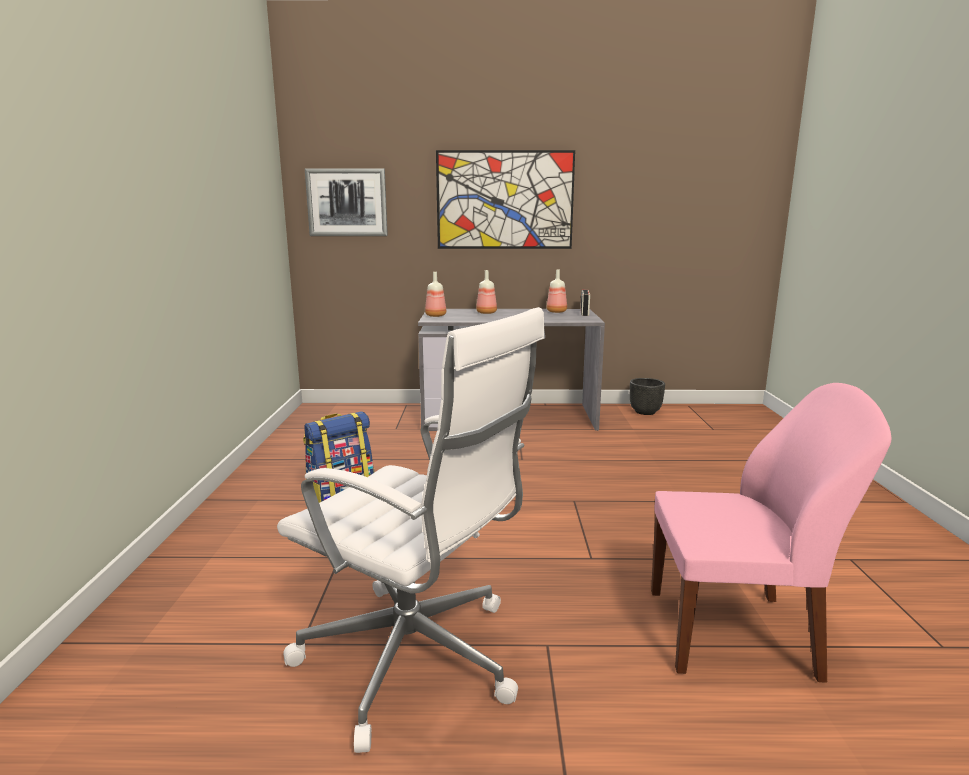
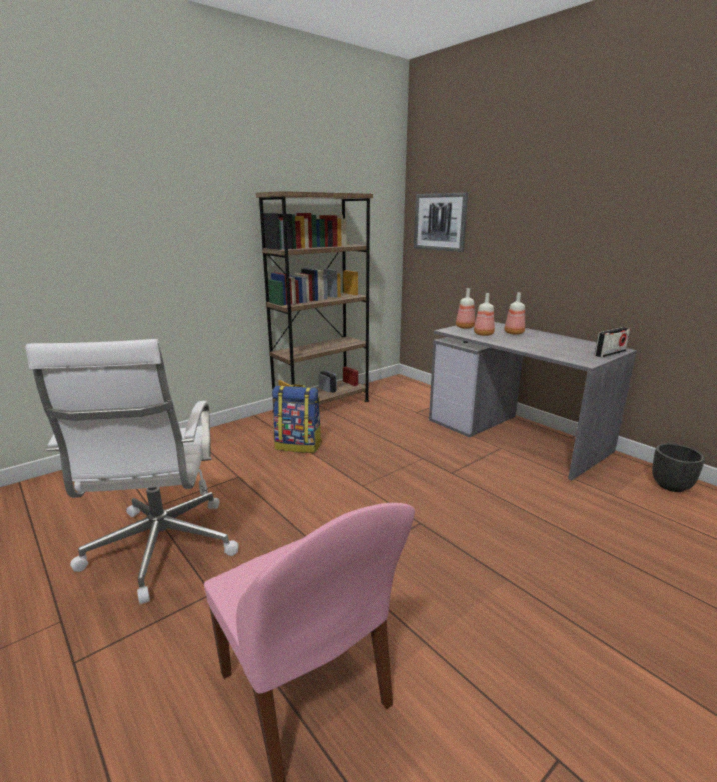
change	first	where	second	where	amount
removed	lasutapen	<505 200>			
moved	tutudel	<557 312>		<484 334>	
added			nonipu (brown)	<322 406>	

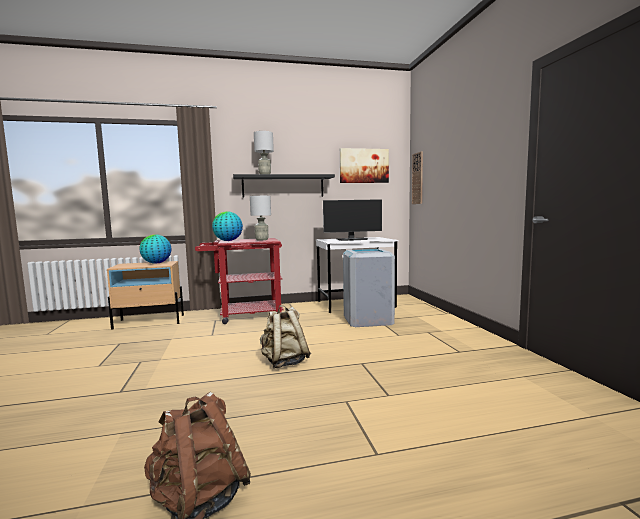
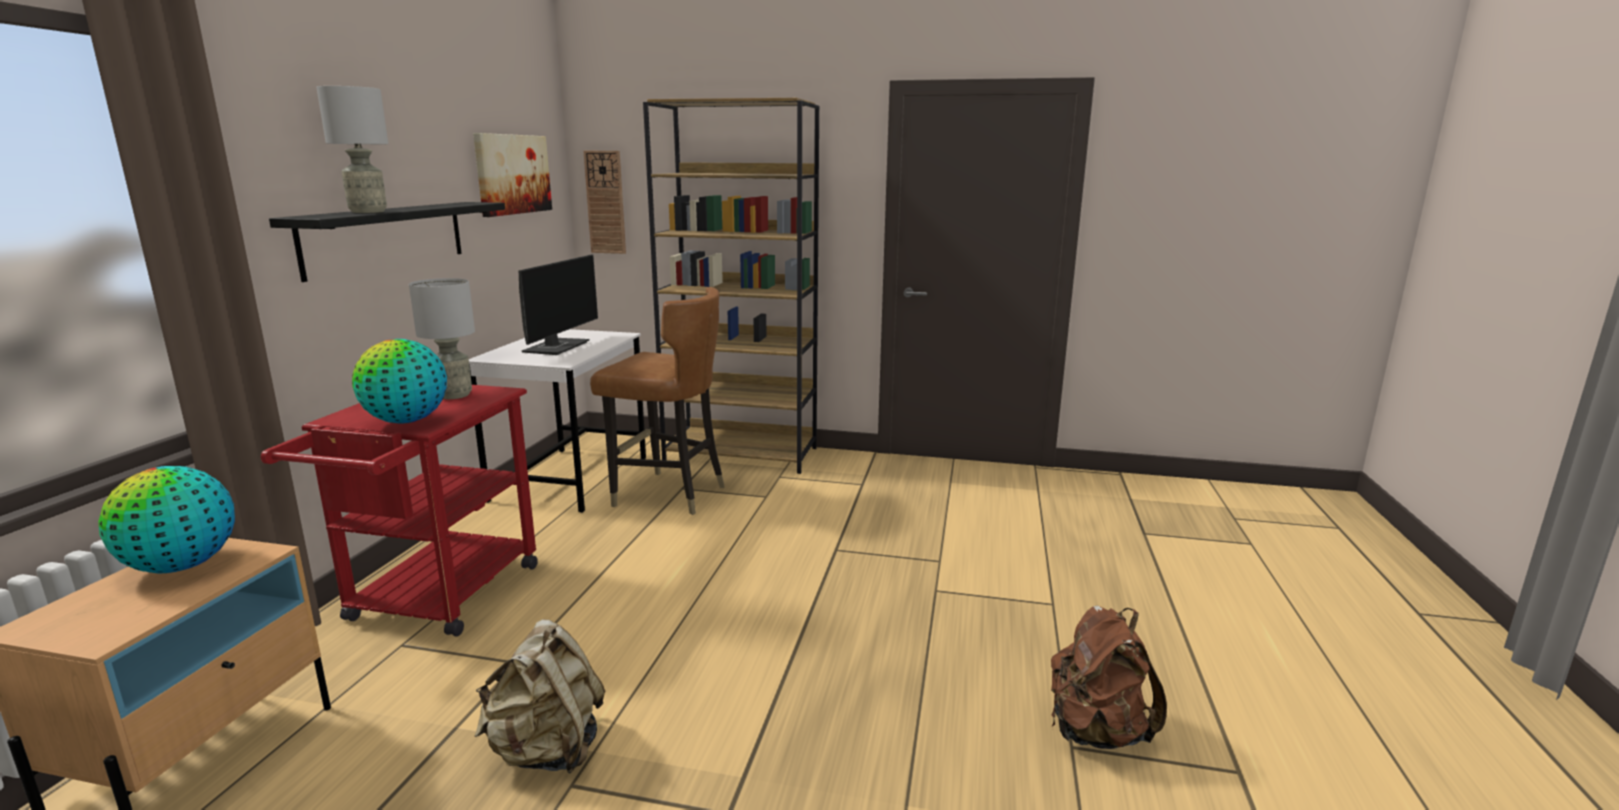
change	first	where	second	where	amount
moved	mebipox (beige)	<284 362>		<547 750>	
replaced	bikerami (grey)	<368 319>	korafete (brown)	<668 494>	
added			nonipu (brown)	<742 454>	

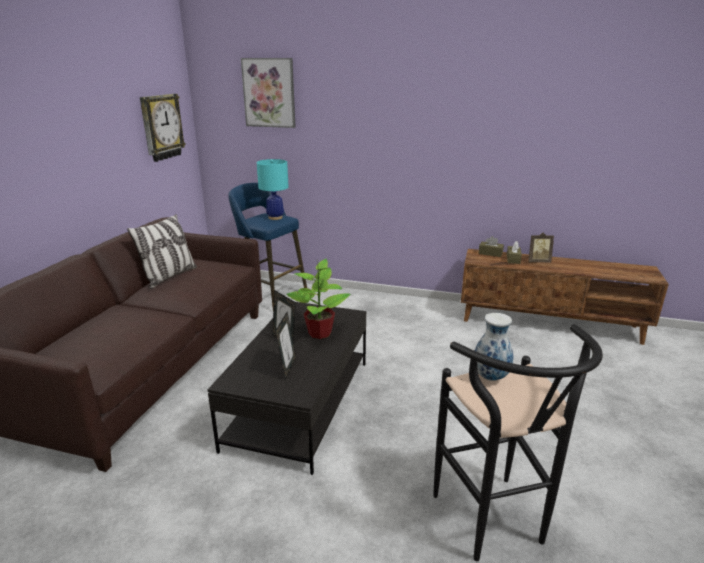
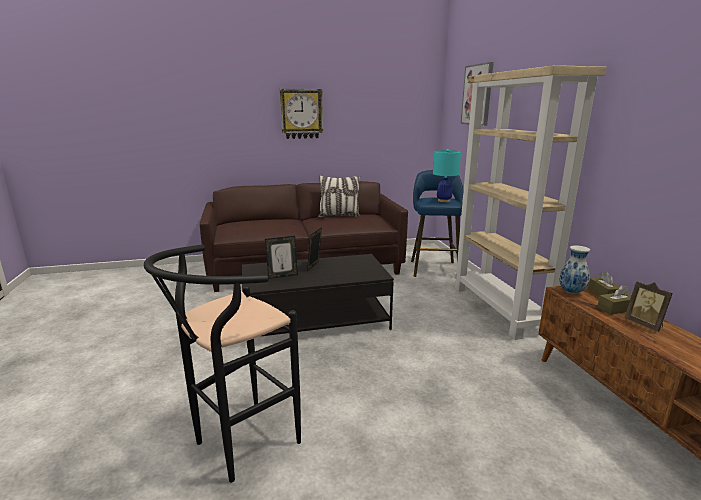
change	first	where	second	where	amount
moved	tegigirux	<161 127>		<301 114>	
removed	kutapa	<320 333>			
moved	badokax	<490 376>		<572 292>	
added			nonipu (beige)	<499 309>	

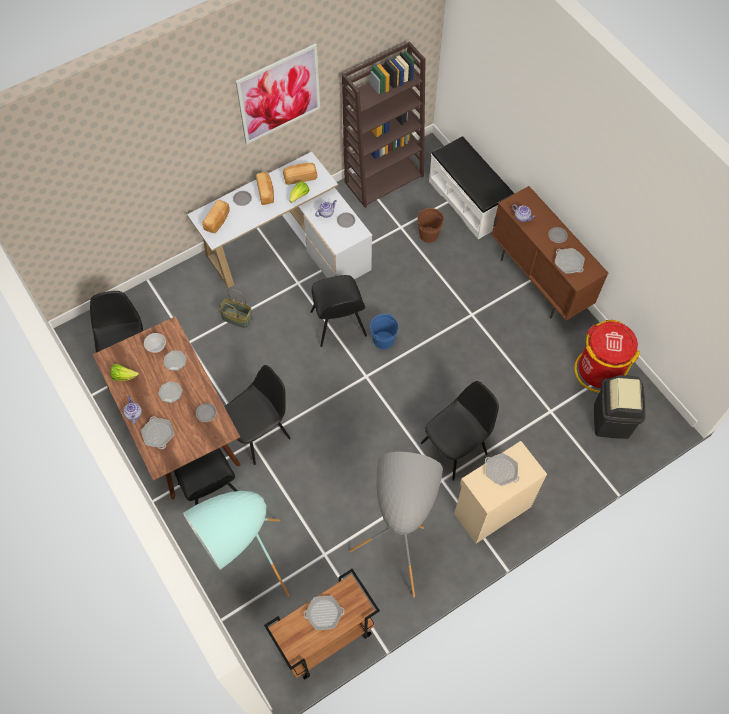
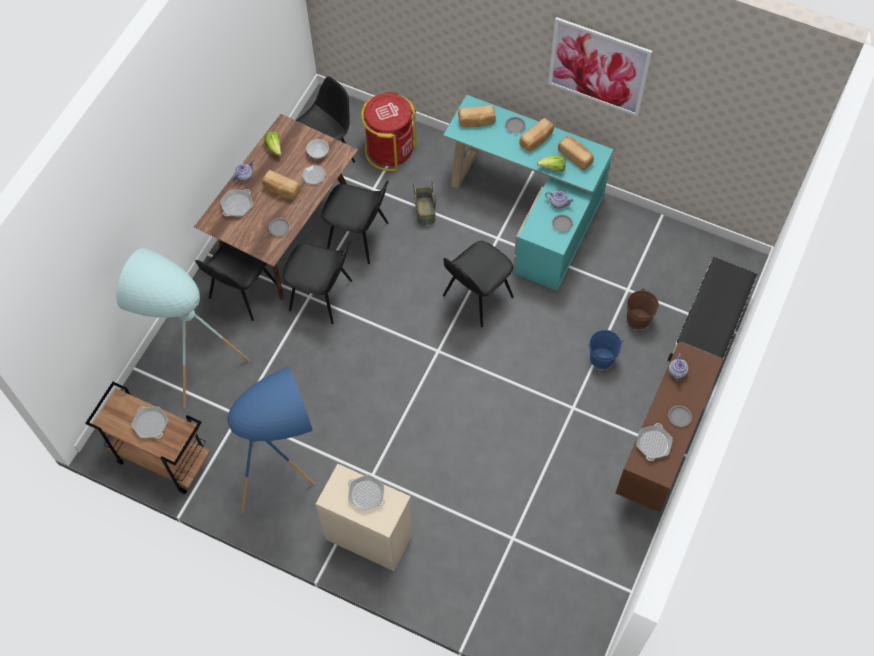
change	first	where	second	where	amount
replaced	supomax	<170 392>	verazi	<281 190>	
recoloured	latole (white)	<289 248>	latole (turquoise)	<531 209>	
removed	nonipu (brown)	<384 178>			
recoloured	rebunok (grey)	<398 543>	rebunok (blue)	<286 471>	
moved	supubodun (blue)	<383 340>		<602 358>	
moved	korafete (black)	<455 447>		<359 237>	
turned	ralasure	<501 471>		<366 494>	120 degrees clockwise
moved	bikerami (red)	<598 371>		<389 149>	
removed	bikerami (black)	<611 420>			

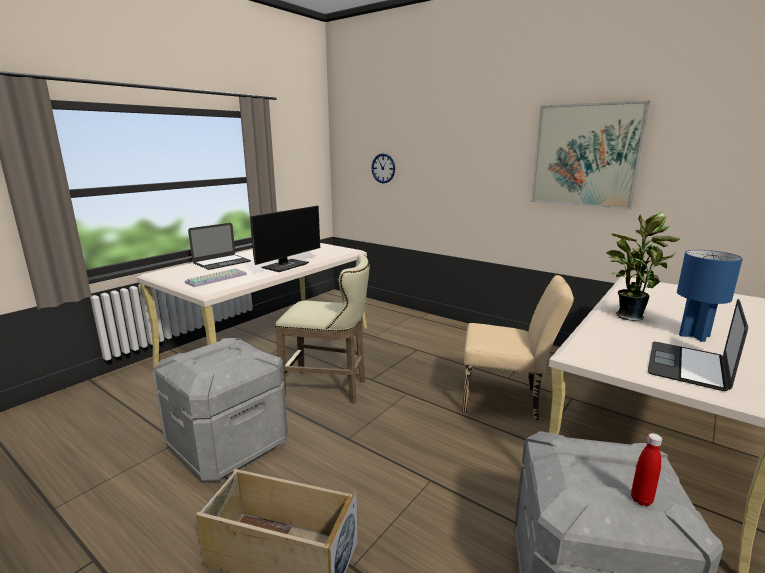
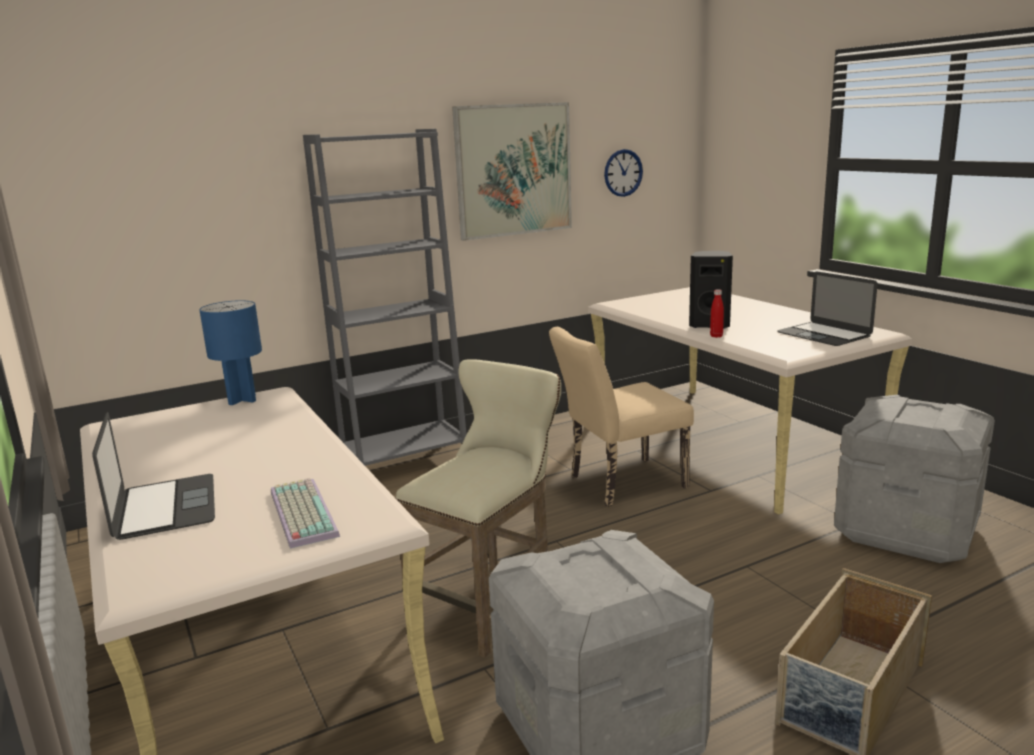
change	first	where	second	where	amount
removed	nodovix	<286 265>			
moved	tegigirux	<383 168>		<623 173>	
turned	korafete (beige)	<507 401>		<619 483>	150 degrees counterclockwise
replaced	kutapa	<628 316>	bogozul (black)	<709 325>	
moved	tutudel (red)	<641 500>		<716 336>	
moved	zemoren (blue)	<694 336>		<242 400>	
added			nonipu (grey)	<405 465>	

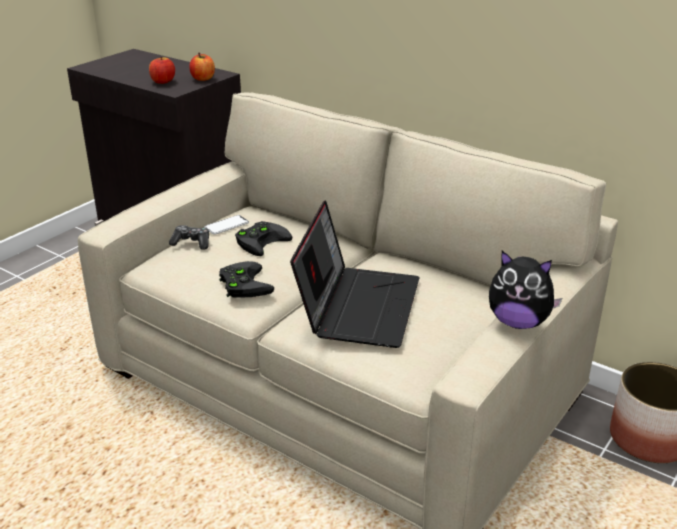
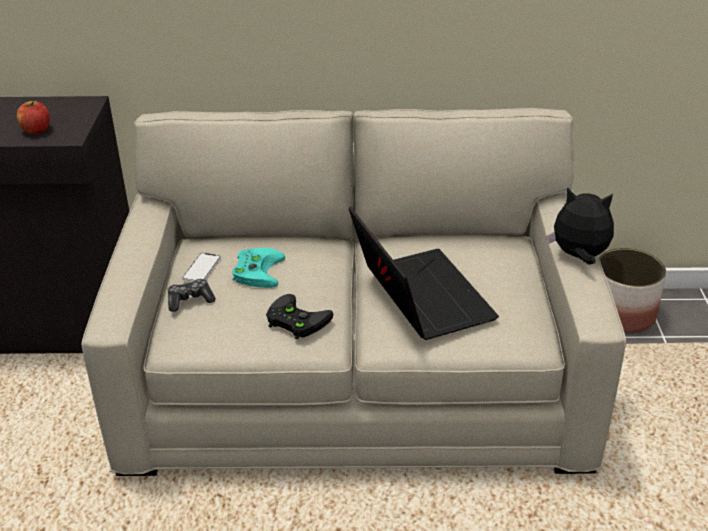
change	first	where	second	where	amount
removed	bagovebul	<203 78>			
recoloured	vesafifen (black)	<261 240>	vesafifen (turquoise)	<256 270>	
turned	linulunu	<518 322>		<579 256>	150 degrees counterclockwise

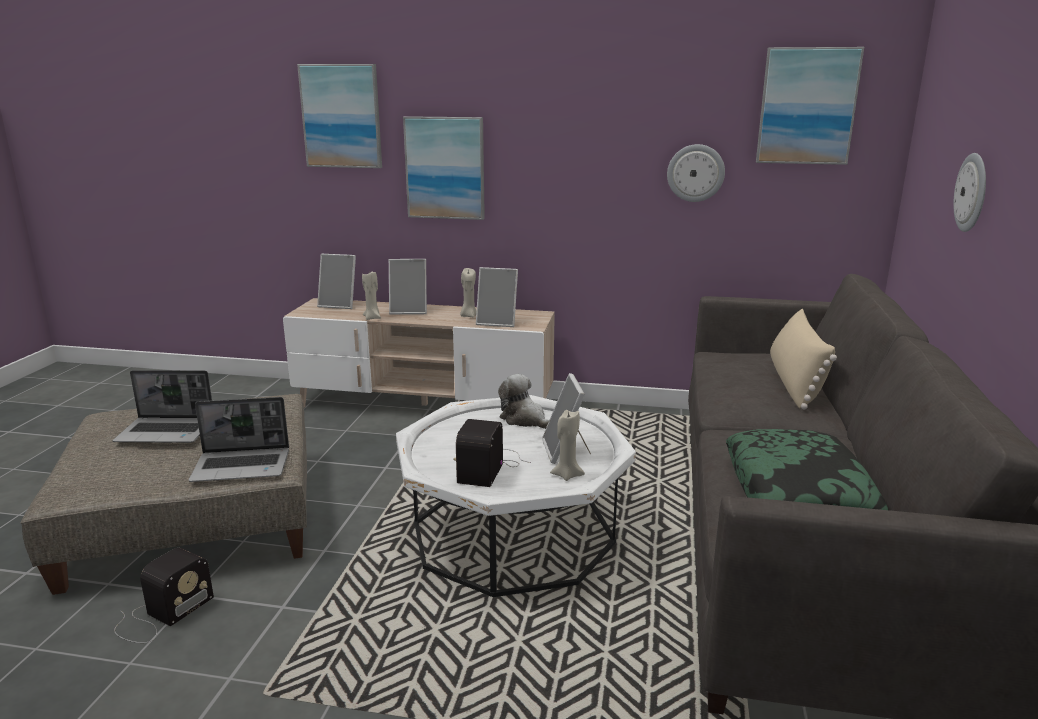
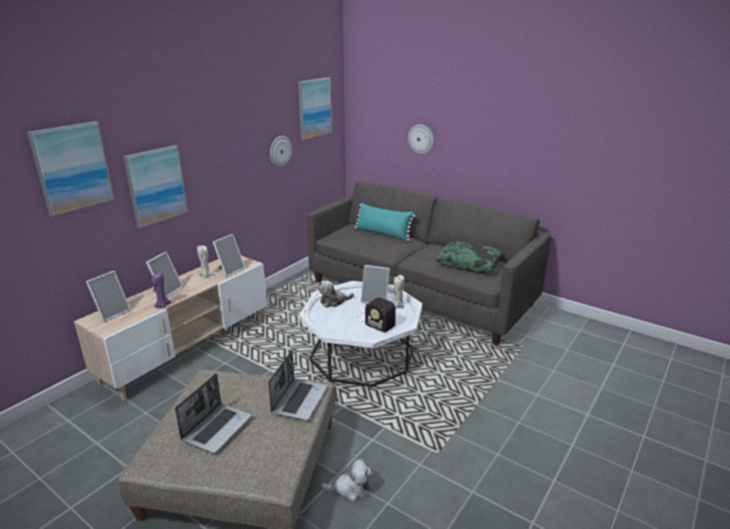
change	first	where	second	where	amount
replaced	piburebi	<161 615>	linulunu	<350 489>	
recoloured	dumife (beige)	<372 318>	dumife (purple)	<162 305>	
recoloured	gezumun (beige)	<795 383>	gezumun (turquoise)	<382 234>	

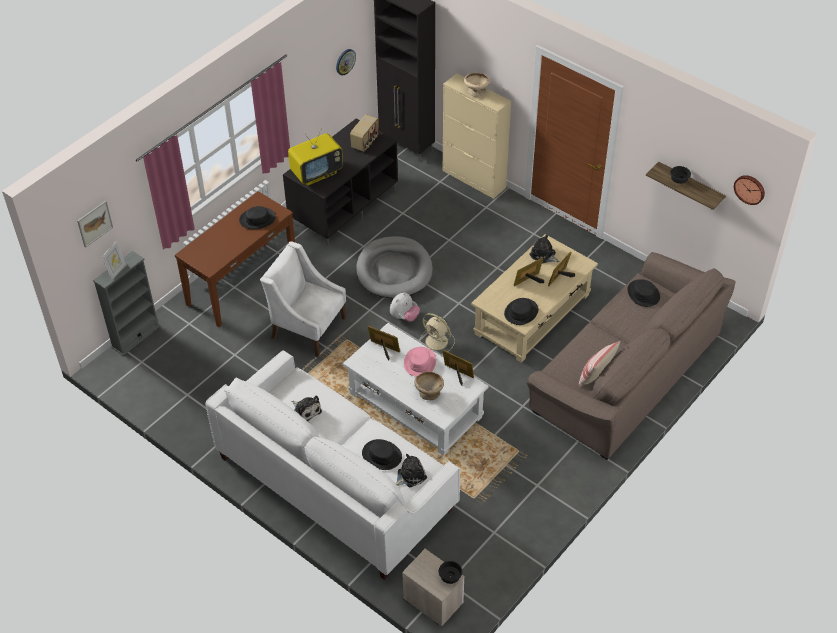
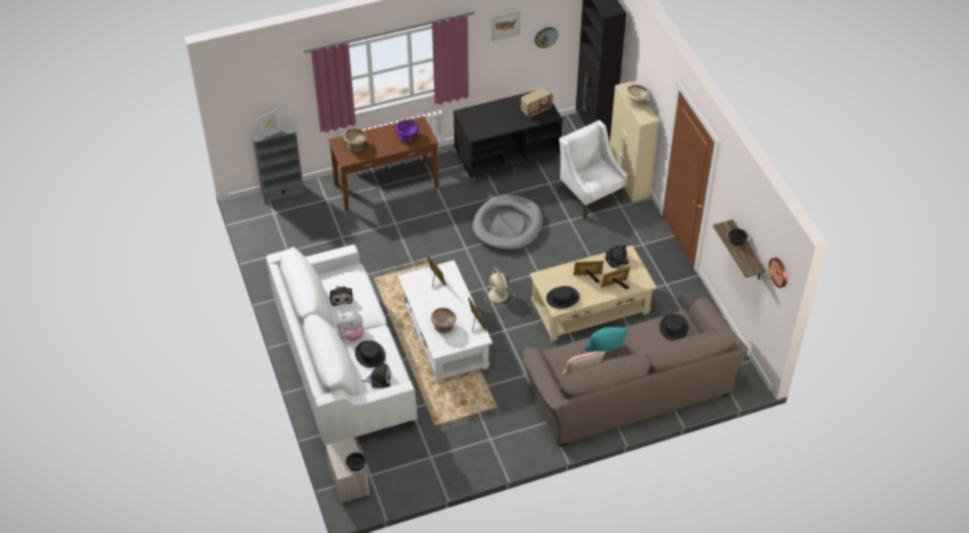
change	first	where	second	where	amount
moved	lasutapen	<94 223>		<505 25>	
replaced	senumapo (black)	<257 219>	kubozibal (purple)	<407 137>	
moved	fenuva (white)	<308 327>		<590 195>	
removed	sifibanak	<317 173>			
moved	linulunu	<404 317>		<352 334>	
removed	senumapo (pink)	<420 362>			
added			kubozibal (beige)	<355 146>	
added			gezumun (turquoise)	<605 350>	

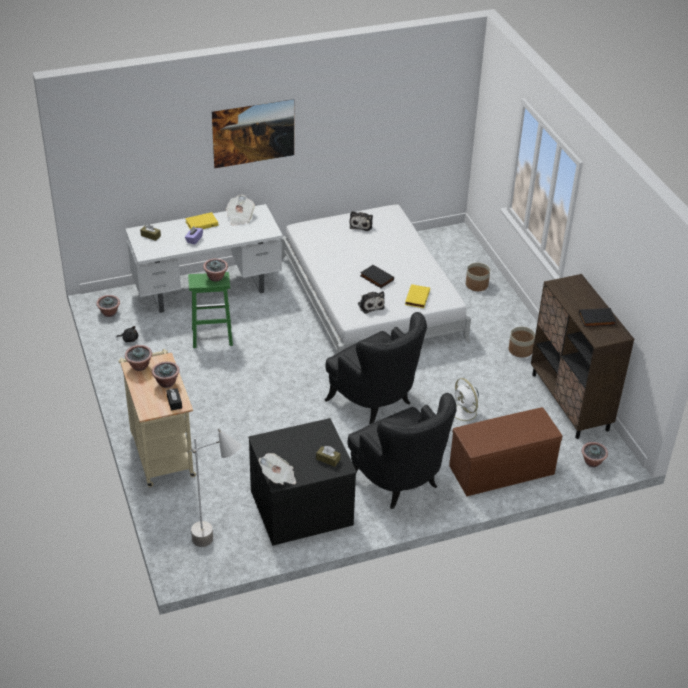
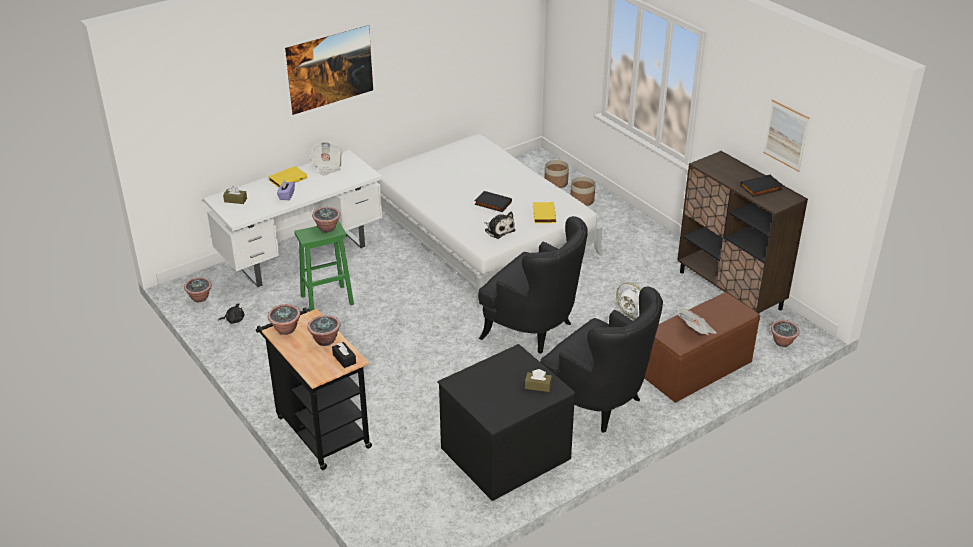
change	first	where	second	where	amount
recoloured	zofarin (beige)	<160 451>	zofarin (black)	<319 429>	
removed	rebunok (grey)	<218 545>			
moved	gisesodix	<278 477>		<695 331>	
removed	linulunu	<361 225>			
moved	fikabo	<520 350>		<556 183>	
added			lasutapen	<786 135>	

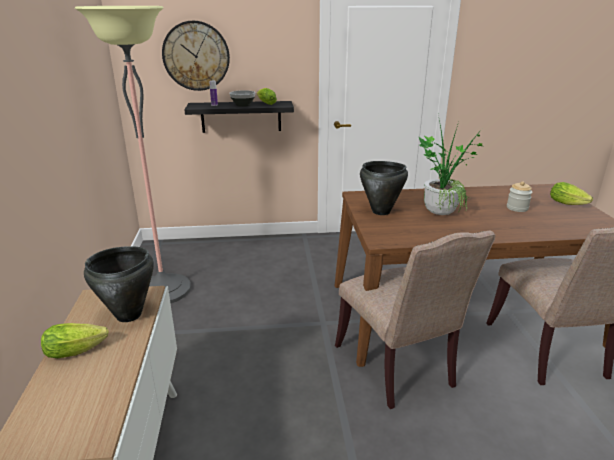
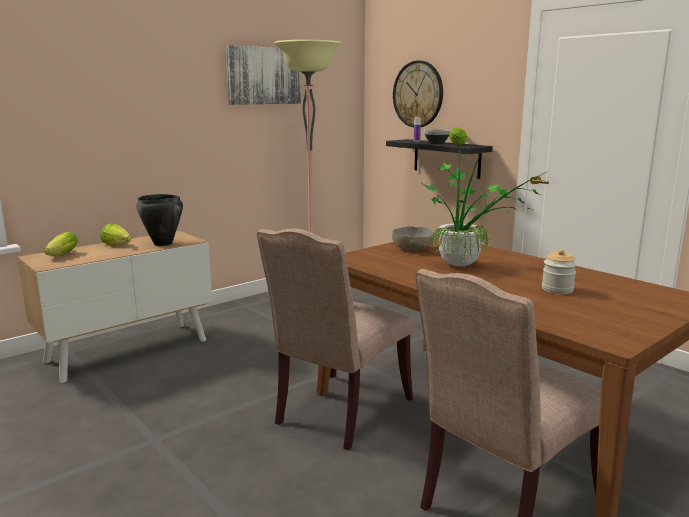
change	first	where	second	where	amount
replaced	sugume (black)	<381 212>	kubozibal (grey)	<412 249>	
moved	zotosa	<569 203>		<60 255>	
added			lasutapen	<263 76>	

